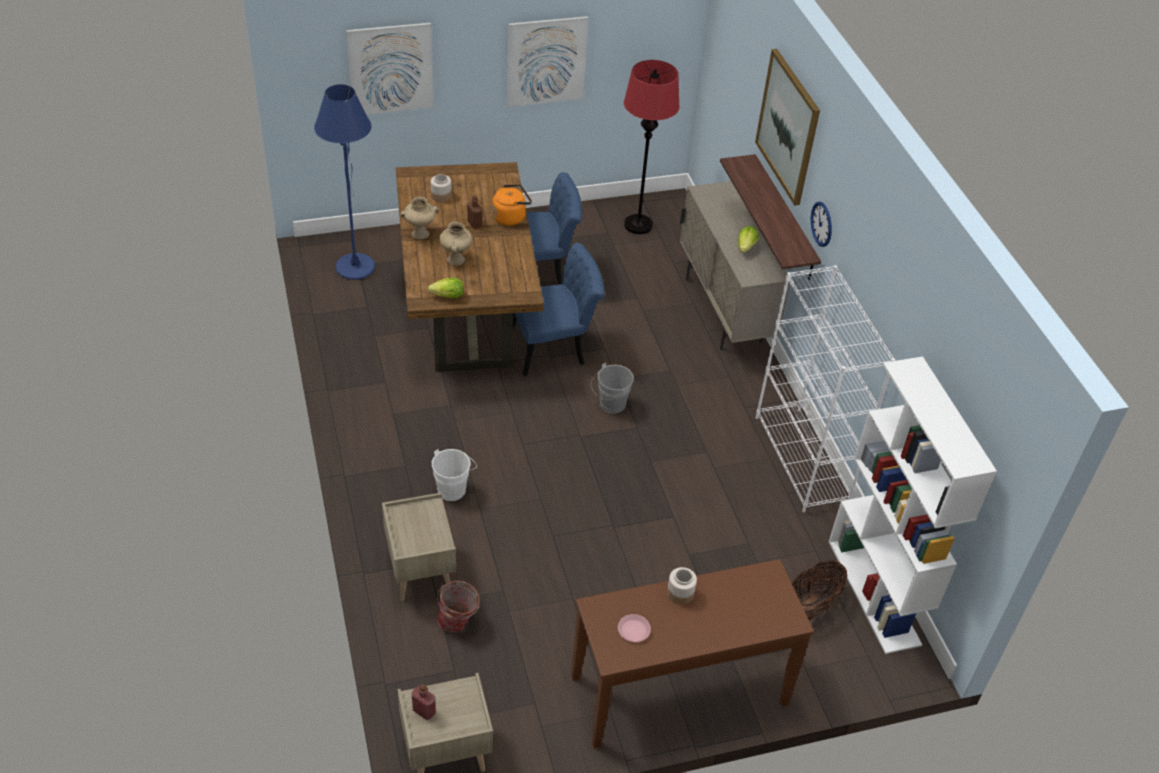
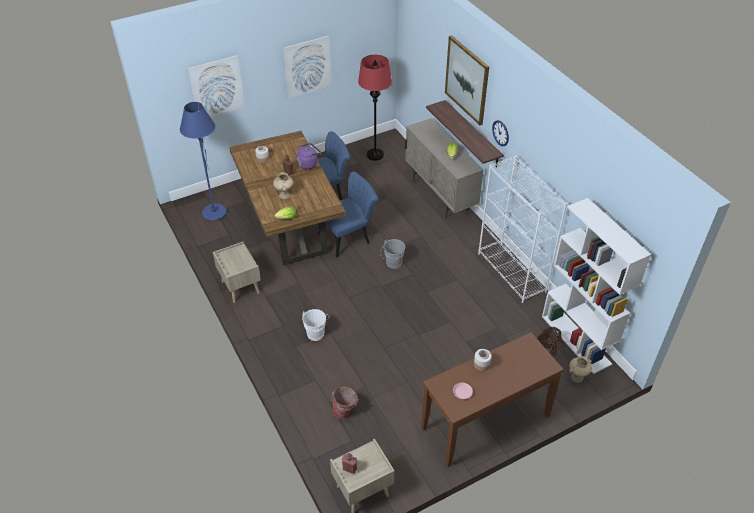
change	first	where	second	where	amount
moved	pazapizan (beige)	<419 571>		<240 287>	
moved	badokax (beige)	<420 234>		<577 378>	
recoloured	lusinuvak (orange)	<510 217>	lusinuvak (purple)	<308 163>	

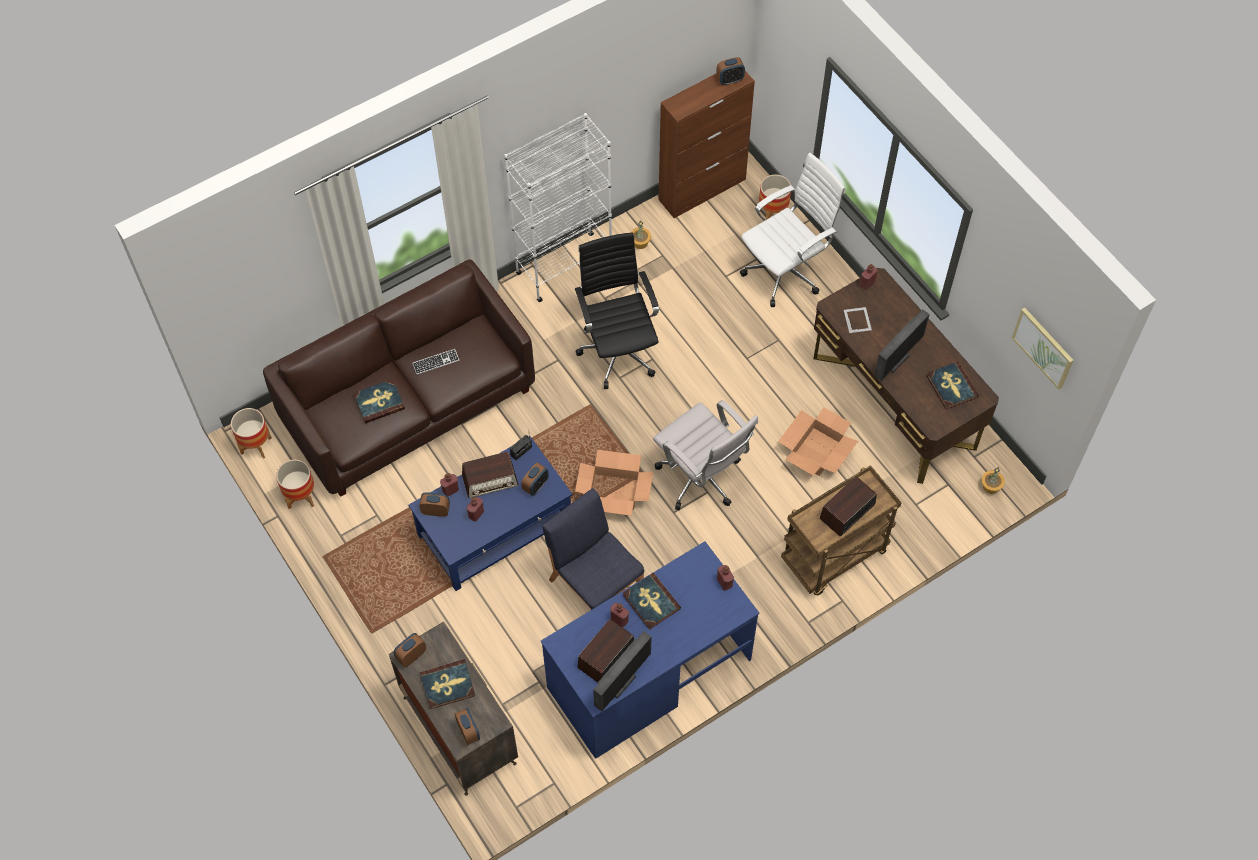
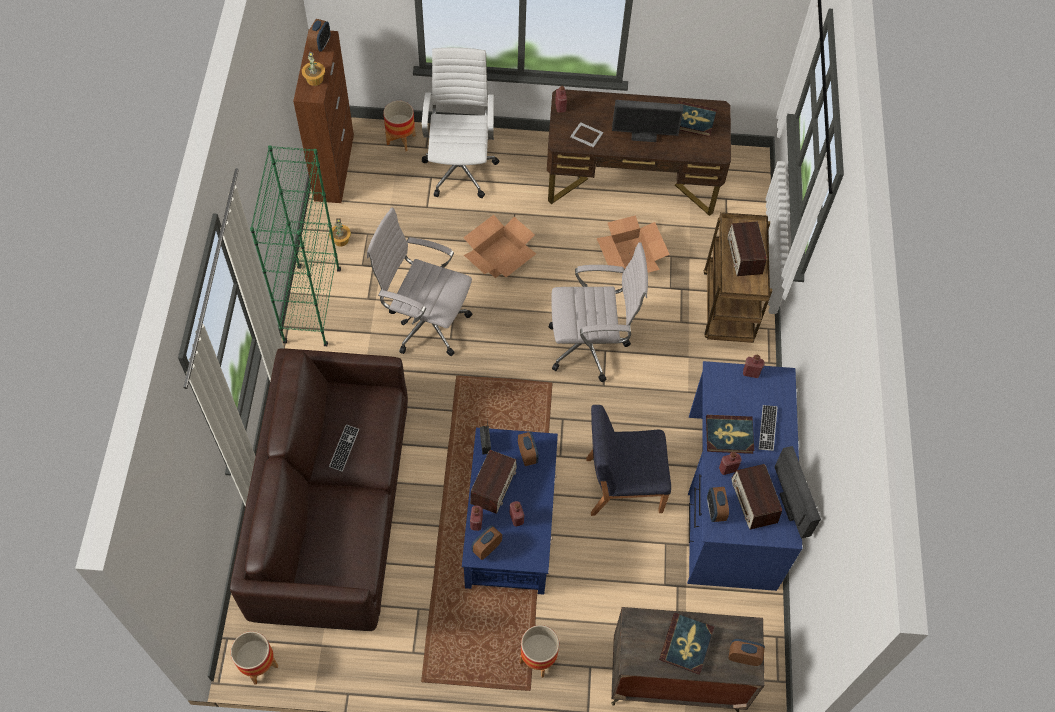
change	first	where	second	where	amount
moved	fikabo	<301 496>		<538 659>	
removed	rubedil	<379 402>			
moved	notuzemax	<411 655>		<715 510>	
recoloured	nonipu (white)	<564 267>	nonipu (green)	<312 306>	
recoloured	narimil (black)	<618 350>	narimil (white)	<425 323>	
moved	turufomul	<614 492>		<499 256>	
turned	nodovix	<896 362>		<643 137>	105 degrees clockwise
moved	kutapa	<991 486>		<315 79>	
removed	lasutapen	<1043 347>			
added			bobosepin	<767 428>	

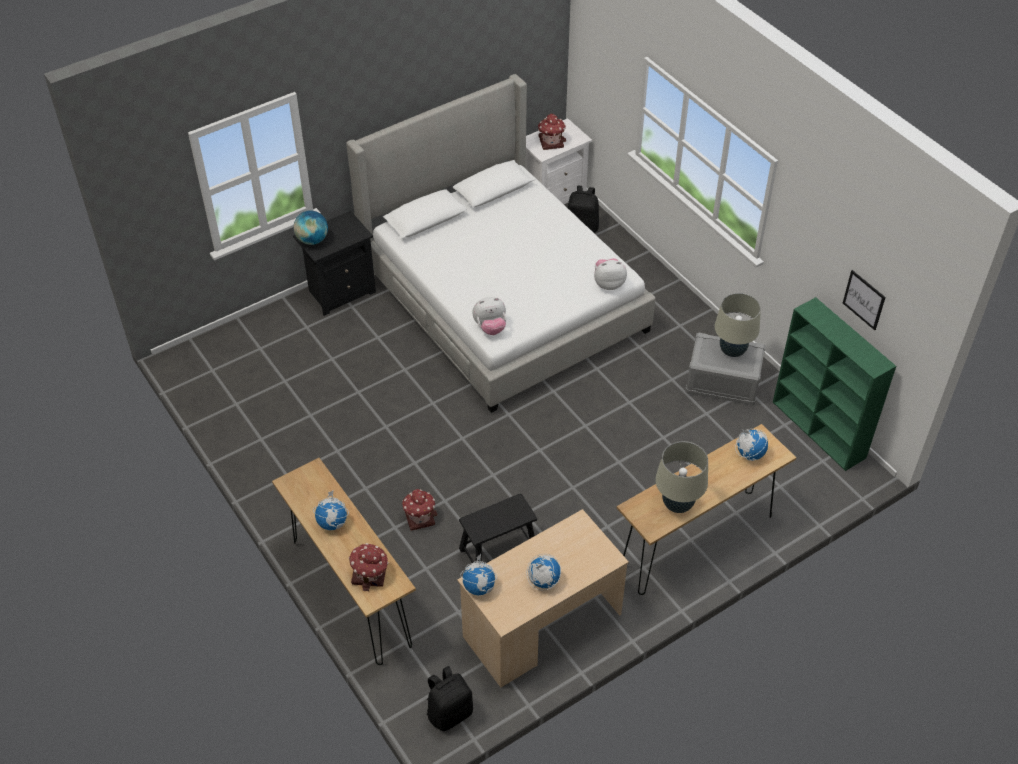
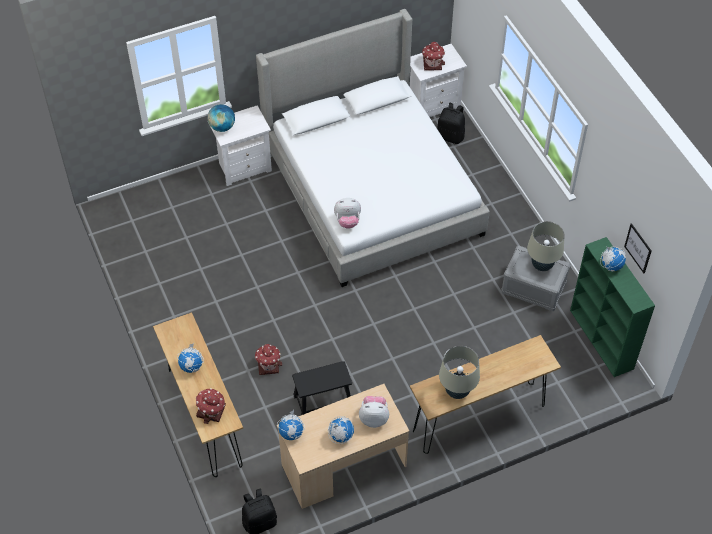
change	first	where	second	where	amount
recoloured	pazapizan (black)	<340 292>	pazapizan (white)	<244 167>	
moved	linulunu	<608 283>		<374 418>	
moved	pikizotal	<749 454>		<611 266>	

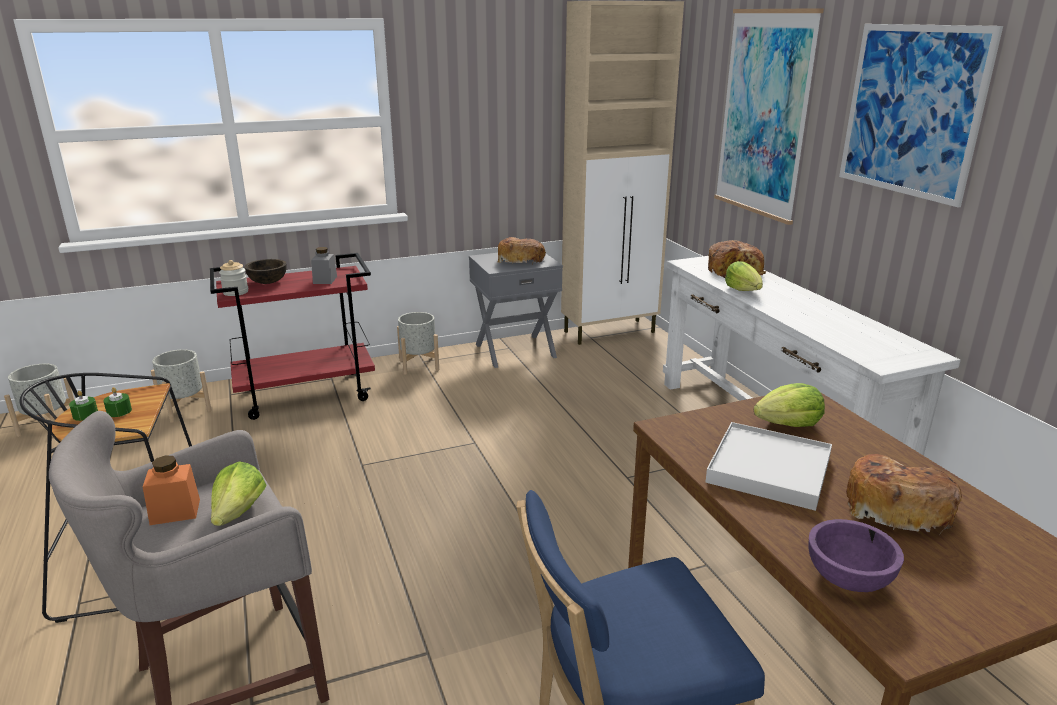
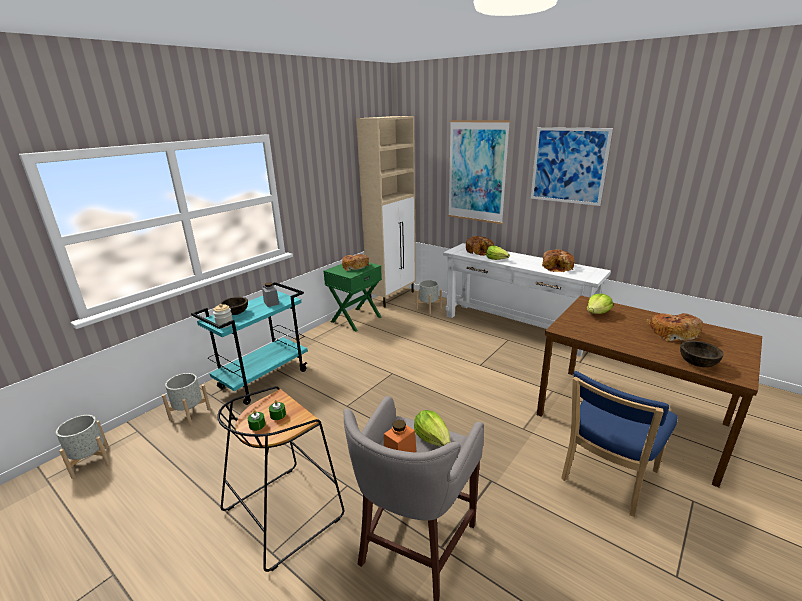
change	first	where	second	where	amount
recoloured	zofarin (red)	<307 394>	zofarin (turquoise)	<264 378>	
moved	fikabo (grey)	<419 365>		<428 308>	
recoloured	pazapizan (grey)	<515 350>	pazapizan (green)	<355 319>	
removed	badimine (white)	<769 469>			
recoloured	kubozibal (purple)	<848 578>	kubozibal (brown)	<697 363>	
added			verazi	<558 267>	

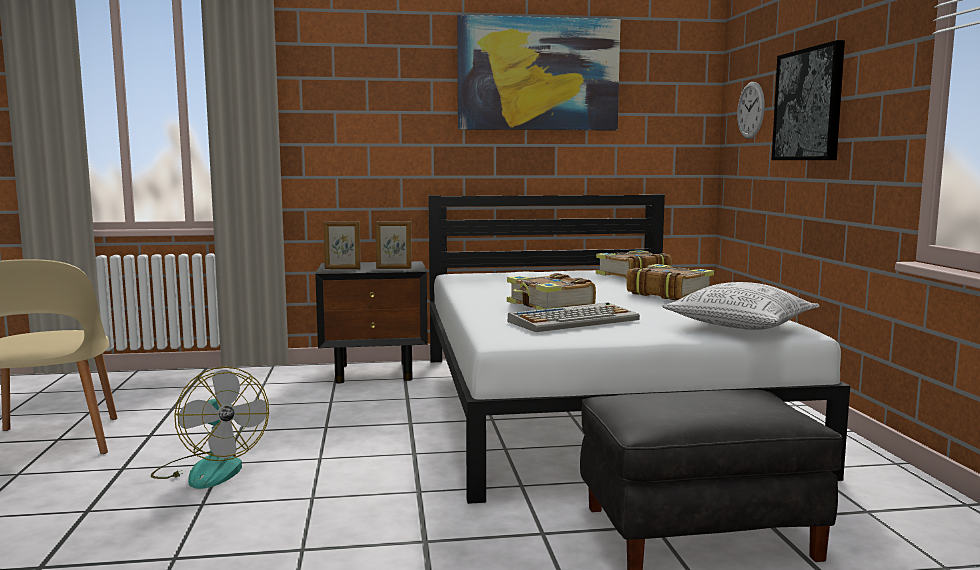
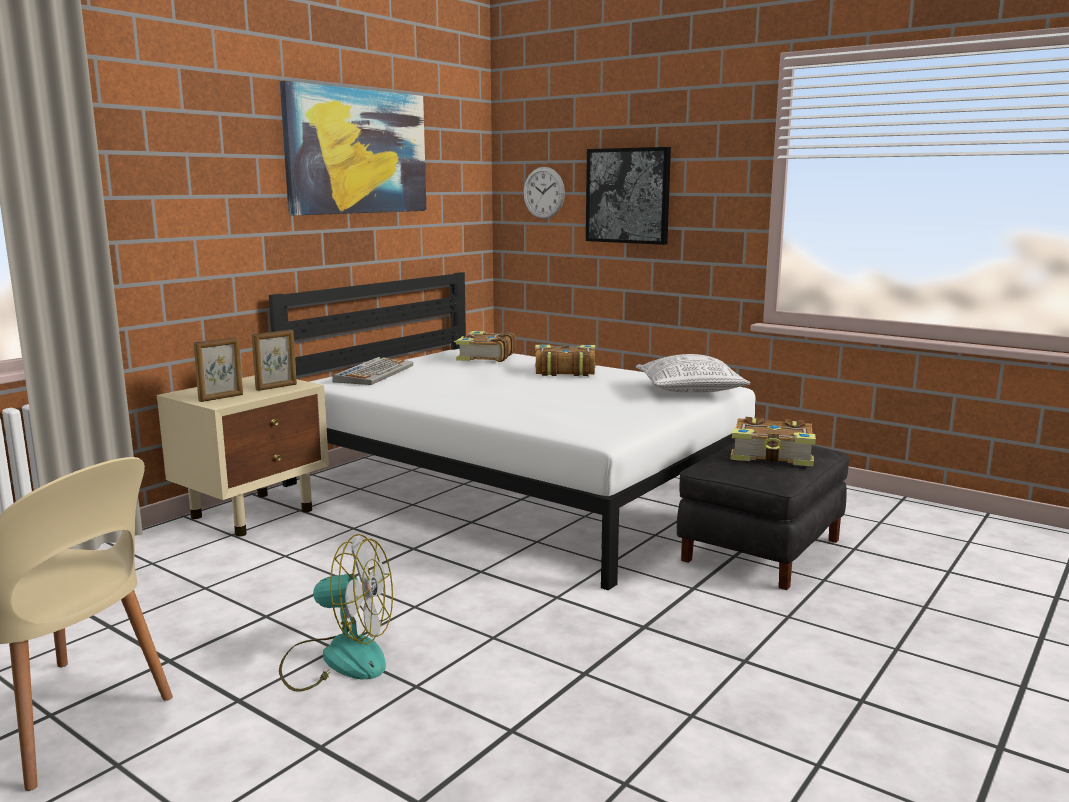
change	first	where	second	where	amount
recoloured	pazapizan (black)	<375 372>	pazapizan (beige)	<253 513>	
moved	rubedil	<549 306>		<773 455>	
moved	bobosepin	<574 320>		<374 373>	

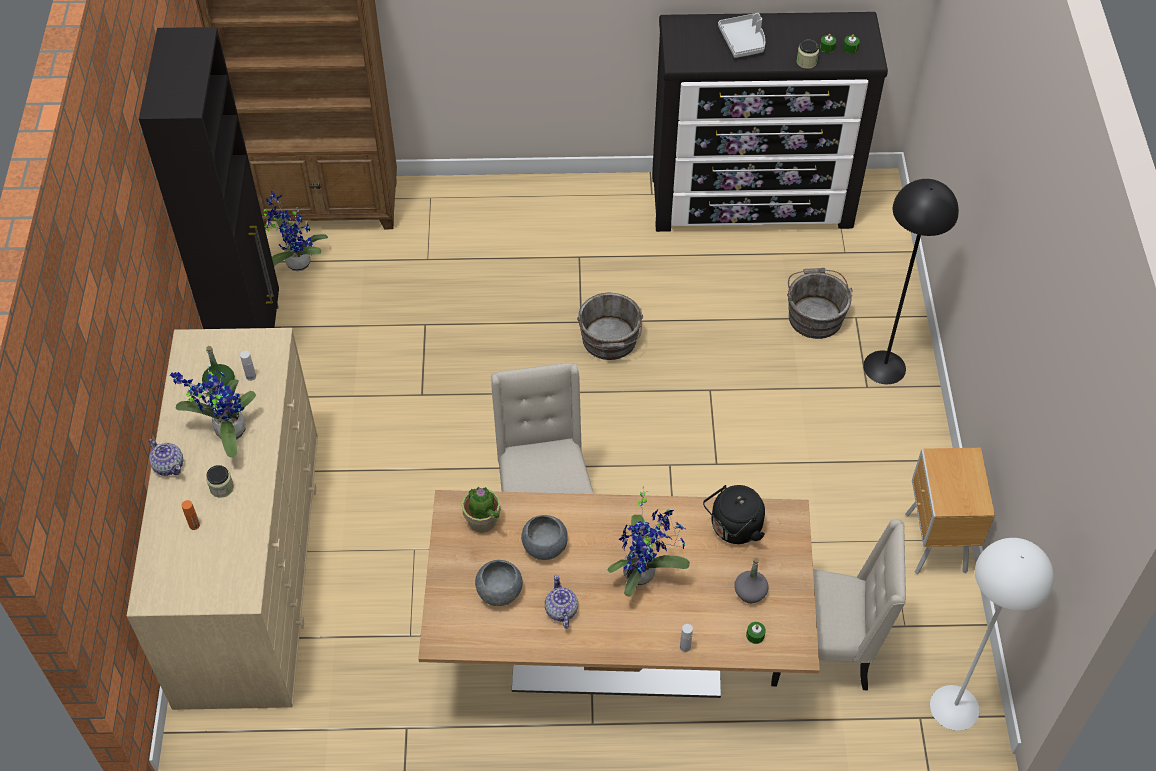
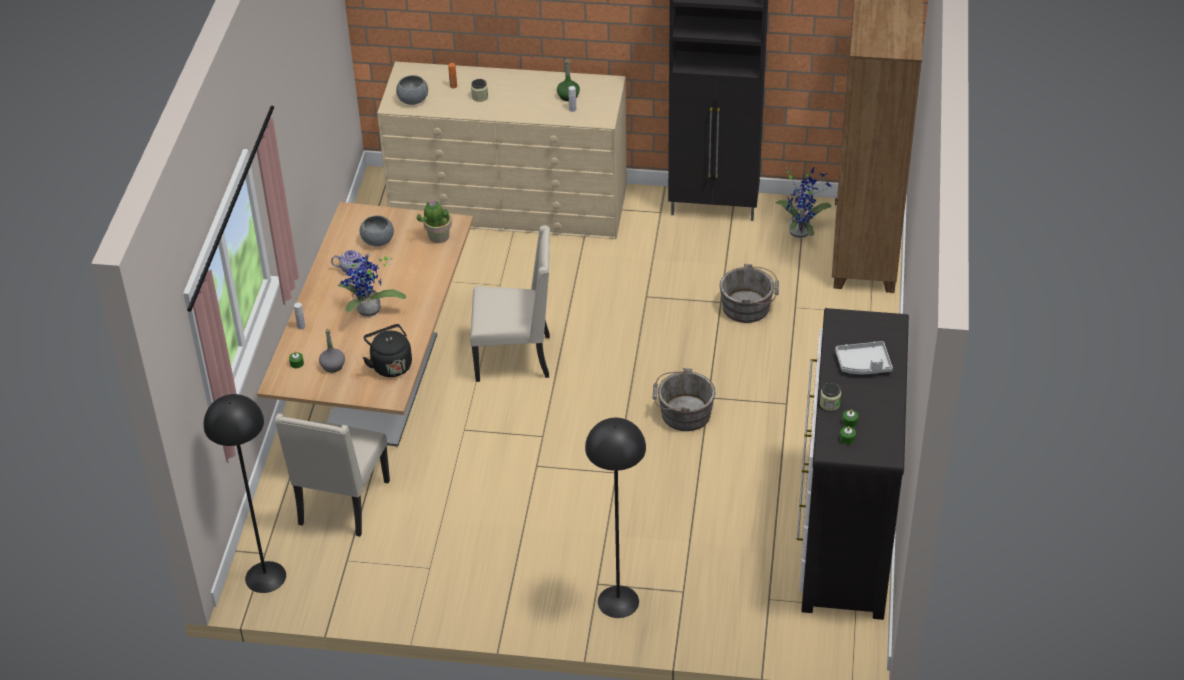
change	first	where	second	where	amount
removed	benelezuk	<169 465>			
removed	kutapa	<226 431>			
moved	kubozibal (grey)	<544 546>		<413 100>	
moved	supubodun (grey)	<814 315>		<749 307>	
removed	pazapizan (brown)	<934 545>			
recoloured	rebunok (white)	<954 708>	rebunok (black)	<265 577>	

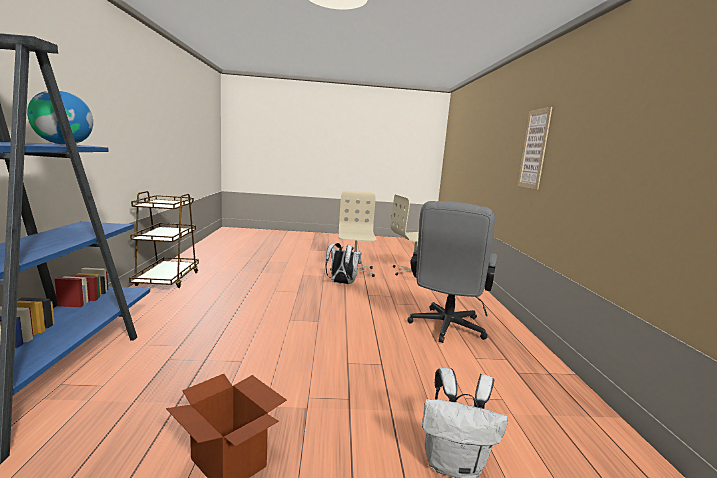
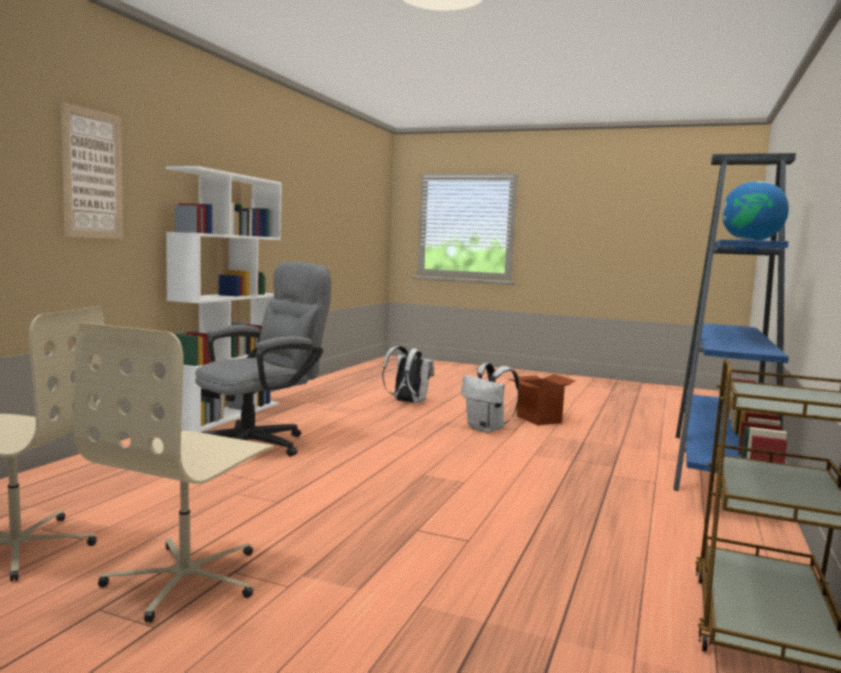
change	first	where	second	where	amount
moved	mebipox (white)	<341 283>		<487 429>	
added			nonipu (white)	<227 414>	

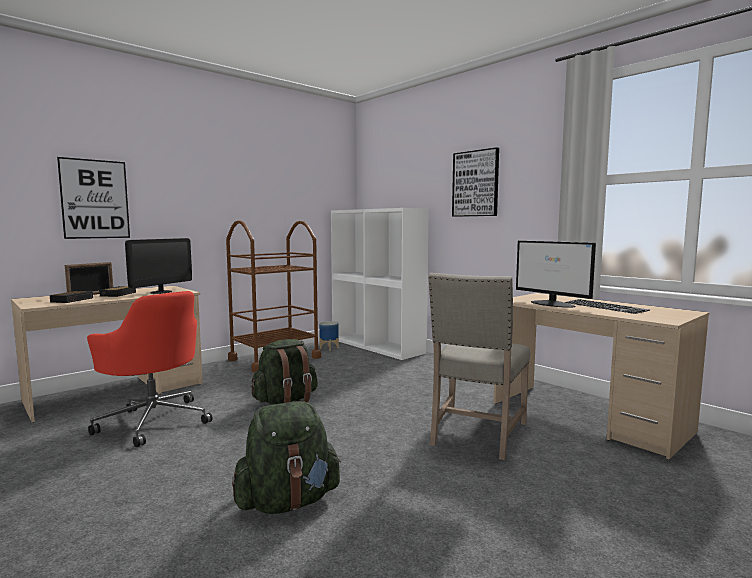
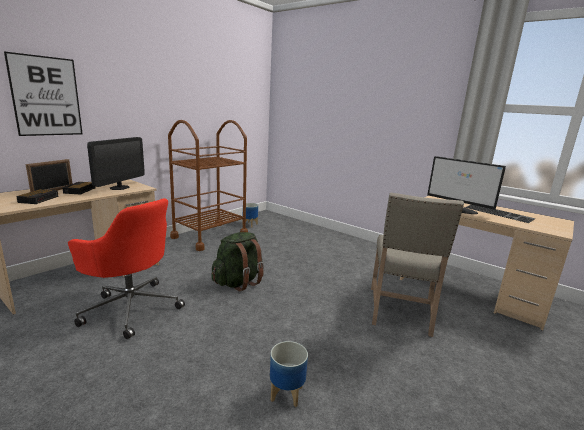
change	first	where	second	where	amount
replaced	mebipox (green)	<288 502>	fikabo	<286 393>	
removed	nonipu (white)	<378 346>			
removed	lasutapen	<475 183>			

